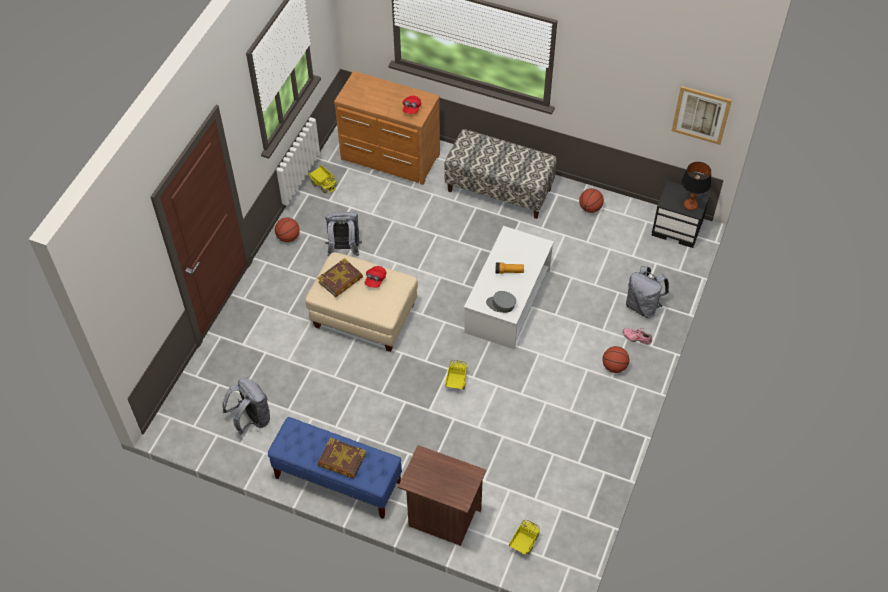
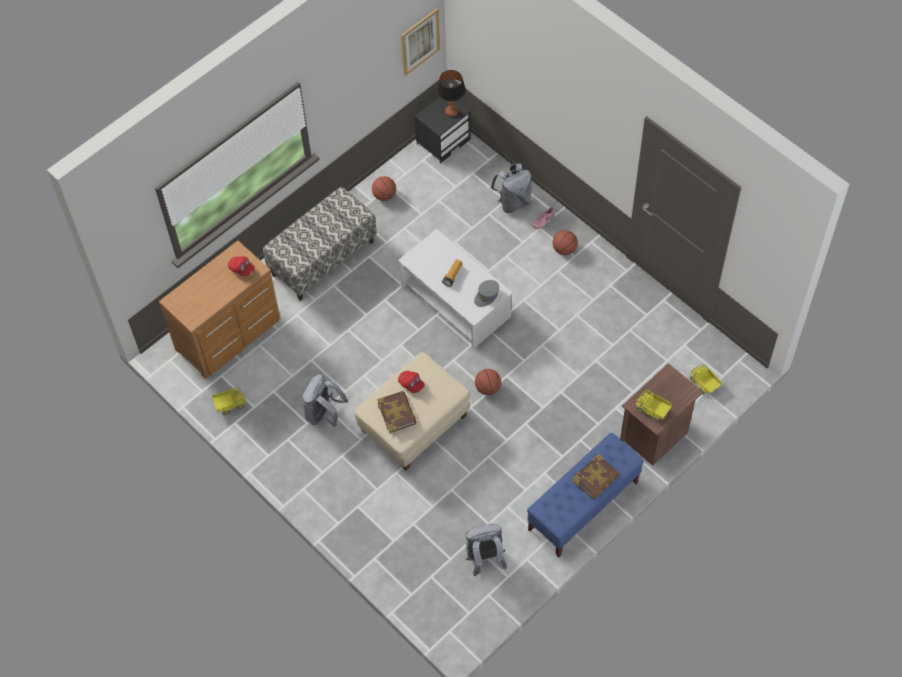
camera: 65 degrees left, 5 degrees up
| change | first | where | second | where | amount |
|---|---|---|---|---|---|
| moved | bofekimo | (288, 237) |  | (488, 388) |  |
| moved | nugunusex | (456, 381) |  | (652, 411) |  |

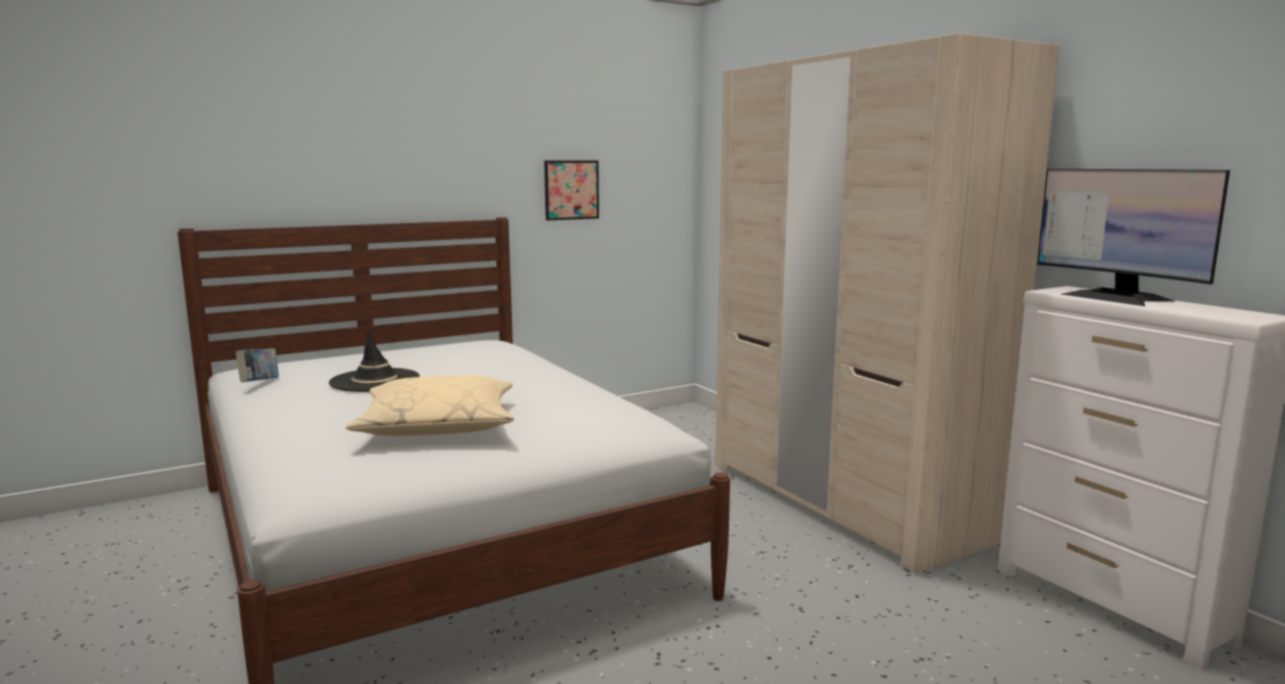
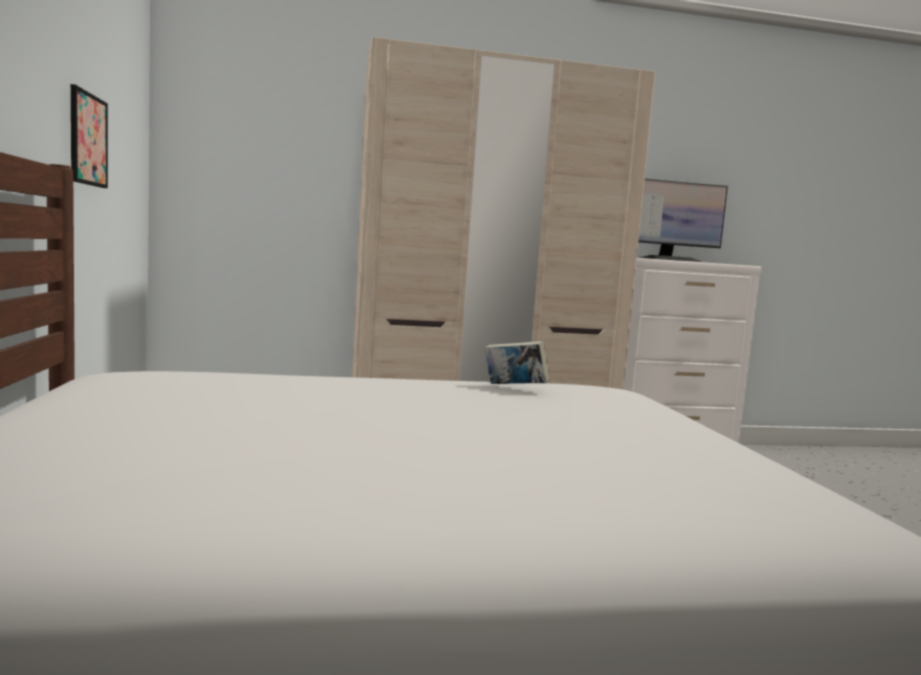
camera: 70 degrees left, 5 degrees down
| change | first | where | second | where | amount |
|---|---|---|---|---|---|
| removed | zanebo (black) | (375, 381) |  |  |  |
| removed | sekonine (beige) | (438, 425) |  |  |  |
| moved | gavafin | (259, 383) |  | (514, 388) |  |

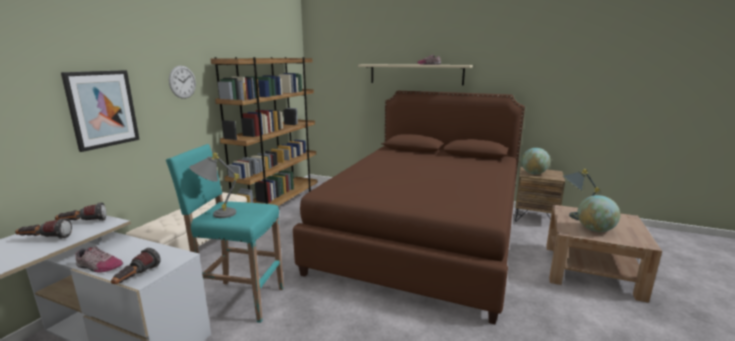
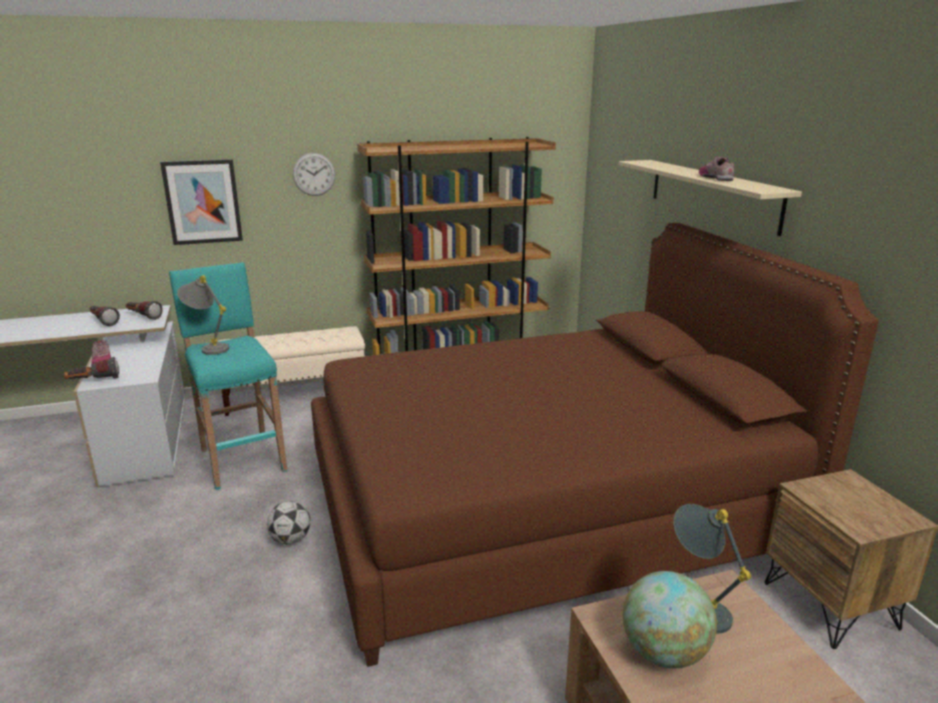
camera: 50 degrees right, 5 degrees up
| change | first | where | second | where | amount |
|---|---|---|---|---|---|
| removed | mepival | (533, 173) |  |  |  |
| added |  |  | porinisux | (291, 539) |  |

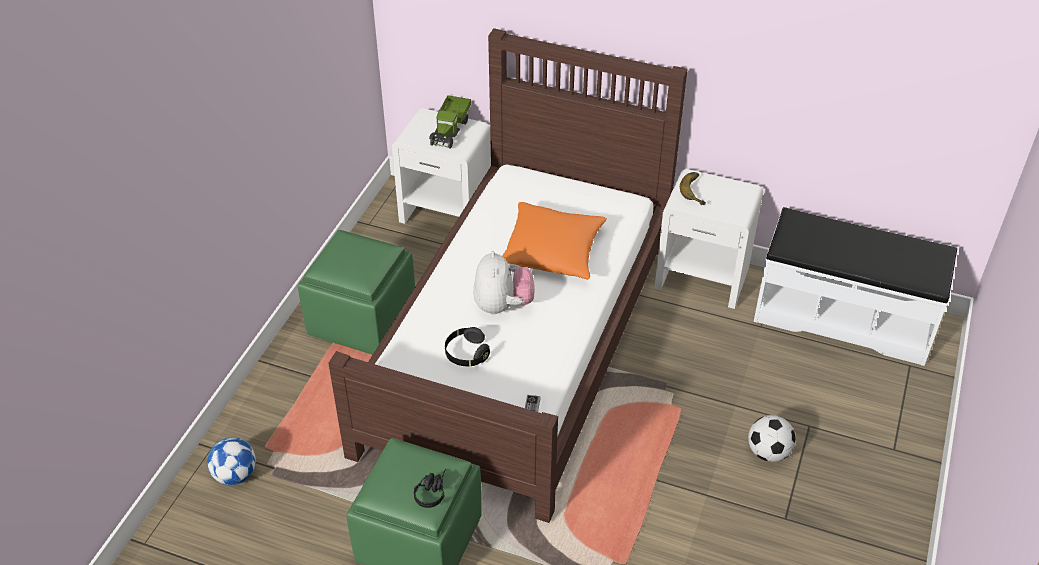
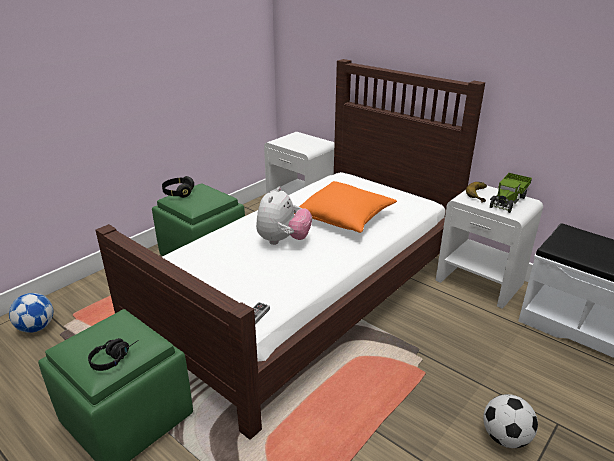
camera: 20 degrees right, 15 degrees down
| change | first | where | second | where | amount |
|---|---|---|---|---|---|
| moved | nugunusex | (450, 130) |  | (508, 200) |  |
| moved | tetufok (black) | (466, 354) |  | (178, 193) |  |

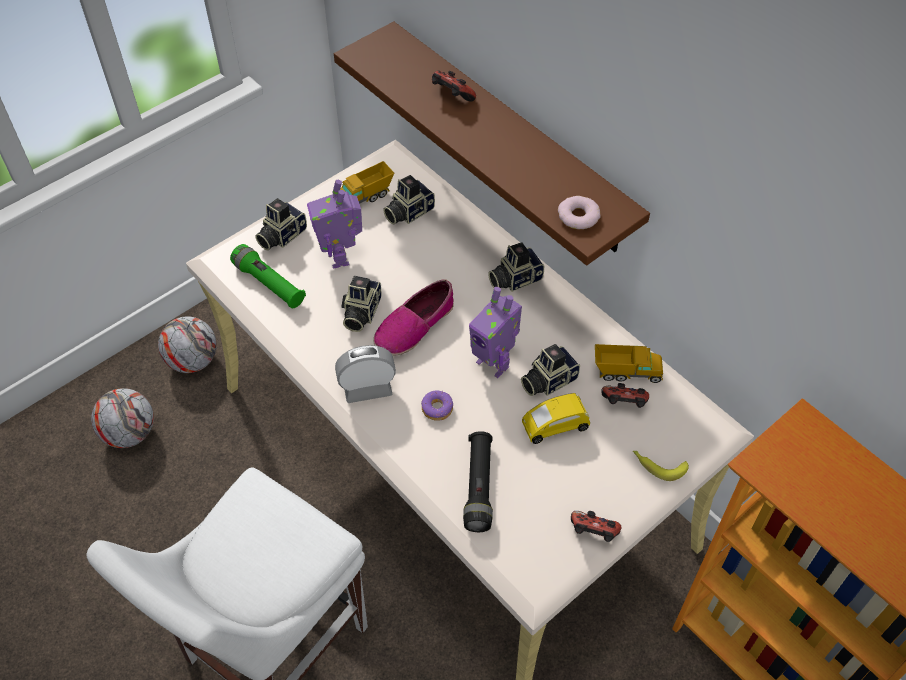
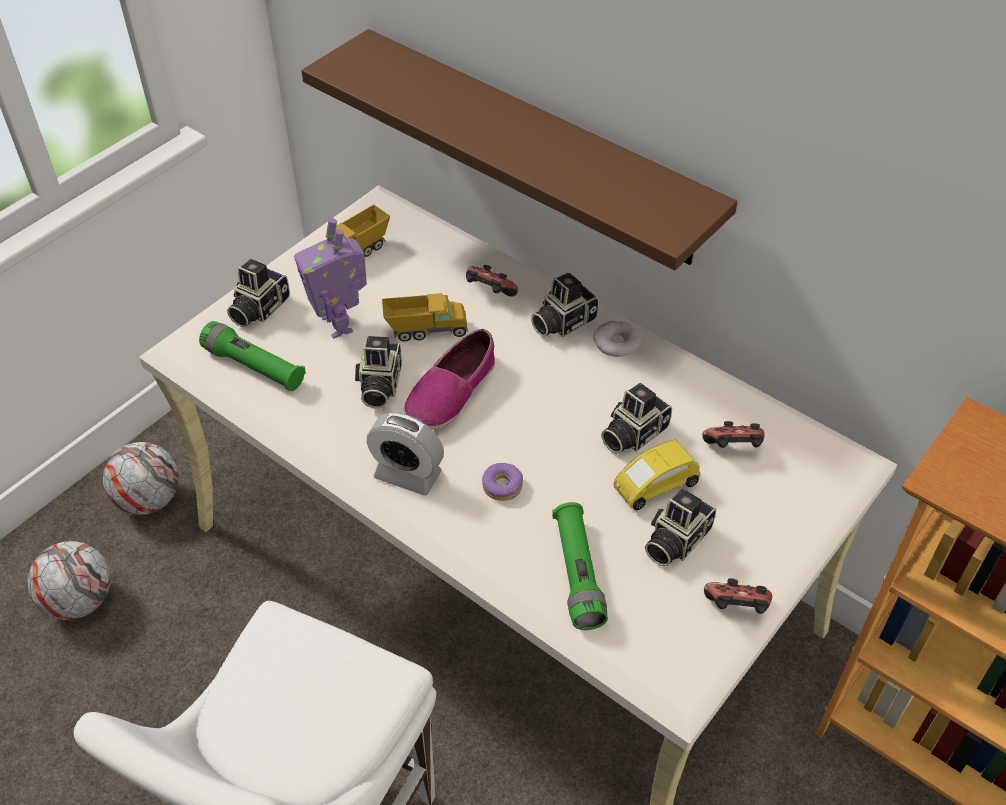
camera: 10 degrees left, 5 degrees down
| change | first | where | second | where | amount |
|---|---|---|---|---|---|
| removed | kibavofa | (494, 363) |  |  |  |
| removed | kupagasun | (658, 465) |  |  |  |
| moved | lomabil | (408, 212) |  | (674, 540) |  |
| moved | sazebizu | (451, 97) |  | (489, 293) |  |
| moved | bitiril | (578, 216) |  | (616, 343) |  |
| moved | nugunusex | (626, 373) |  | (426, 331) |  |
| recoloured | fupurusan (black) | (479, 487) | fupurusan (green) | (578, 574) |  |
| turned | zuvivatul | (367, 389) |  | (407, 475) | 135 degrees counterclockwise |

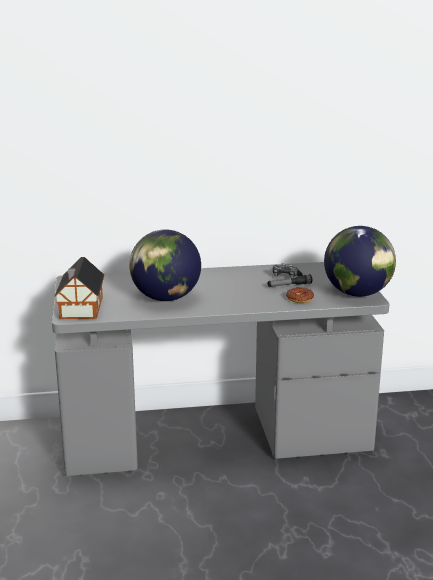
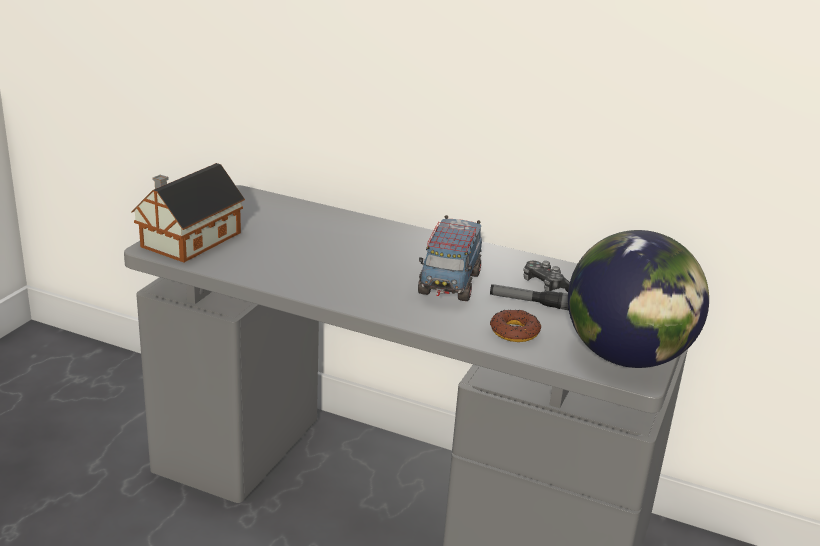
camera: 30 degrees right, 5 degrees up
| change | first | where | second | where | amount |
|---|---|---|---|---|---|
| removed | mepival | (165, 298) |  |  |  |
| added |  |  | nugunusex | (449, 284) |  |

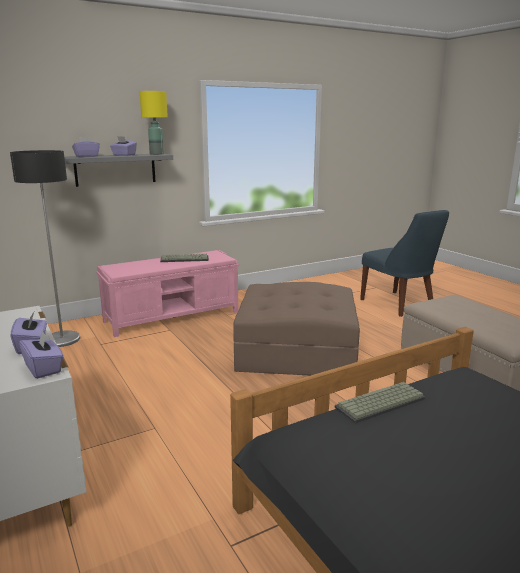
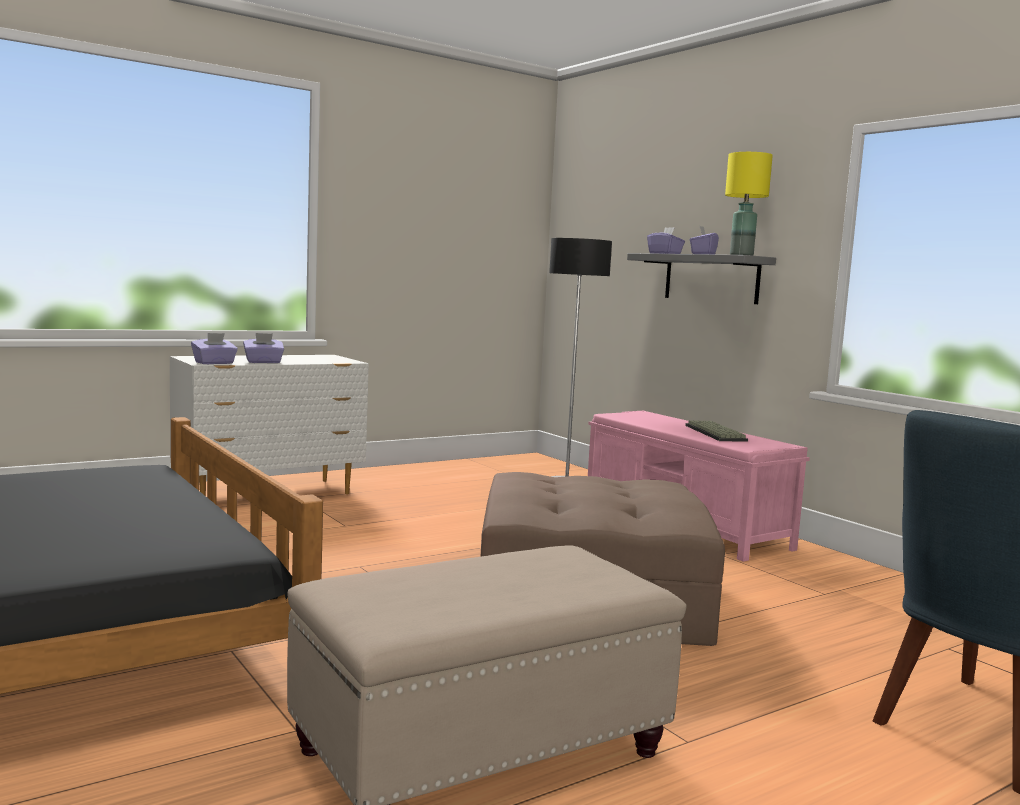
camera: 85 degrees right, 10 degrees down
| change | first | where | second | where | amount |
|---|---|---|---|---|---|
| removed | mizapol | (380, 404) |  |  |  |

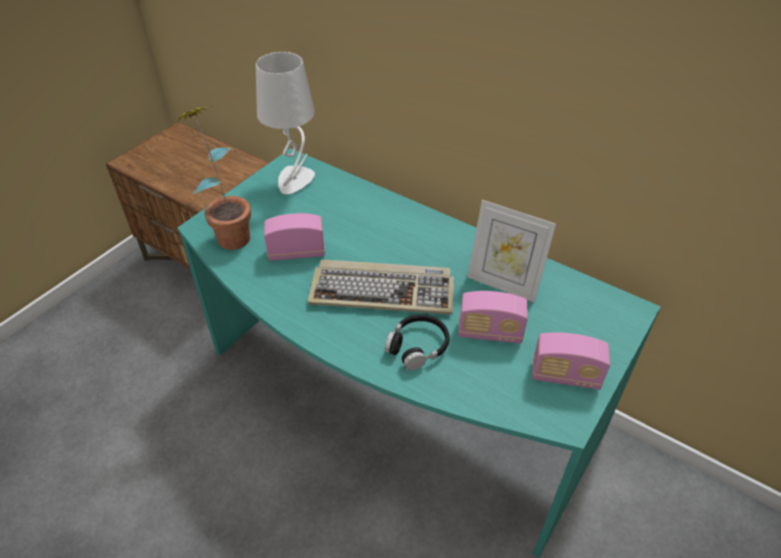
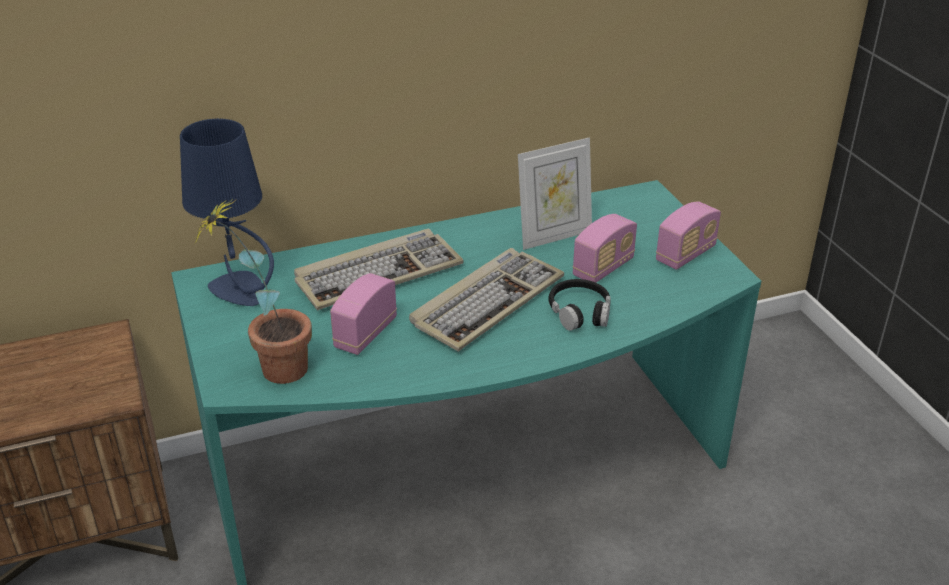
camera: 55 degrees left, 10 degrees down
| change | first | where | second | where | amount |
|---|---|---|---|---|---|
| added |  |  | mizapol | (378, 273) |  |
| recoloured | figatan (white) | (295, 181) | figatan (blue) | (240, 291) |  |

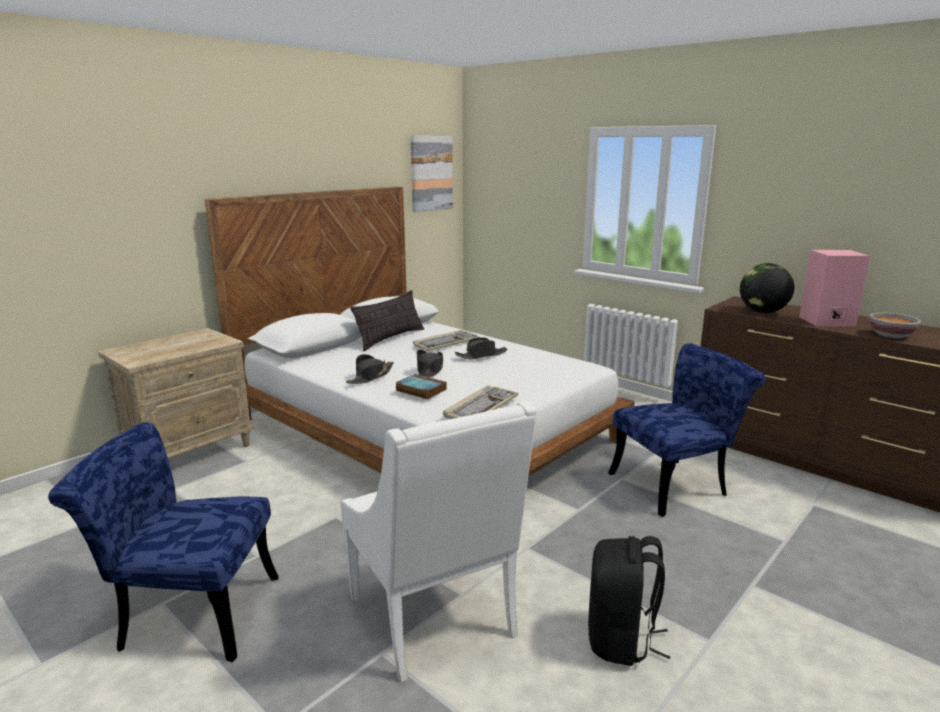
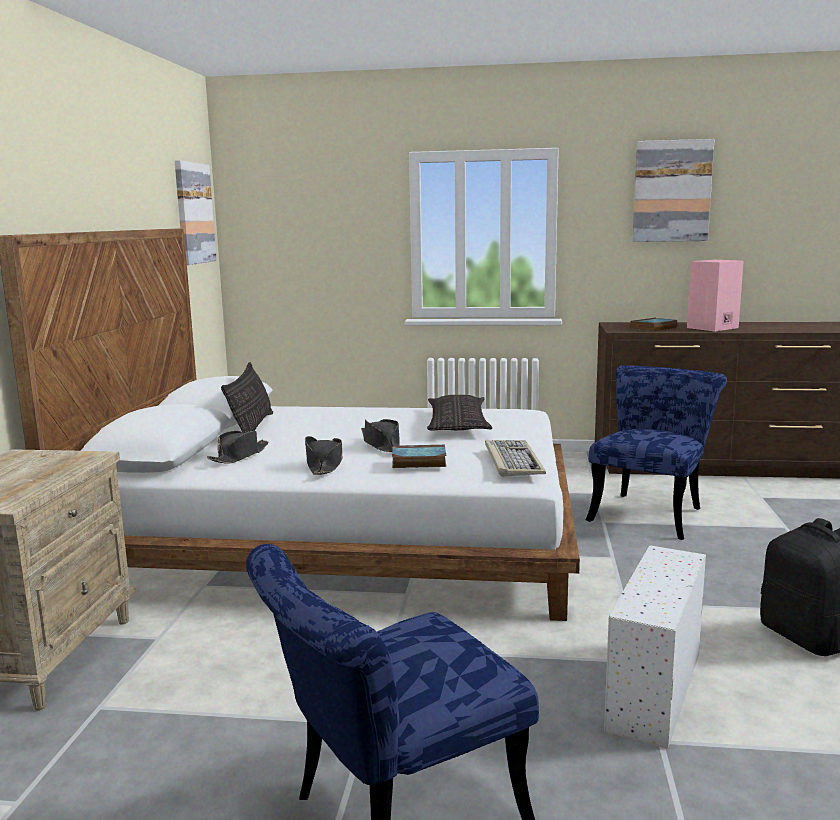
camera: 35 degrees left, 5 degrees down
| change | first | where | second | where | amount |
|---|---|---|---|---|---|
| removed | mizapol | (446, 343) |  |  |  |
| removed | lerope | (891, 335) |  |  |  |
| added |  |  | sekonine | (457, 423) |  |
| added |  |  | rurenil | (672, 191) |  |
| moved | zanebo (black) | (481, 355) |  | (239, 456) |  |
| replaced | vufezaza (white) | (436, 619) | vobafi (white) | (654, 691) |  |
| replaced | mepival | (763, 312) | gavafin | (653, 328) |  |

